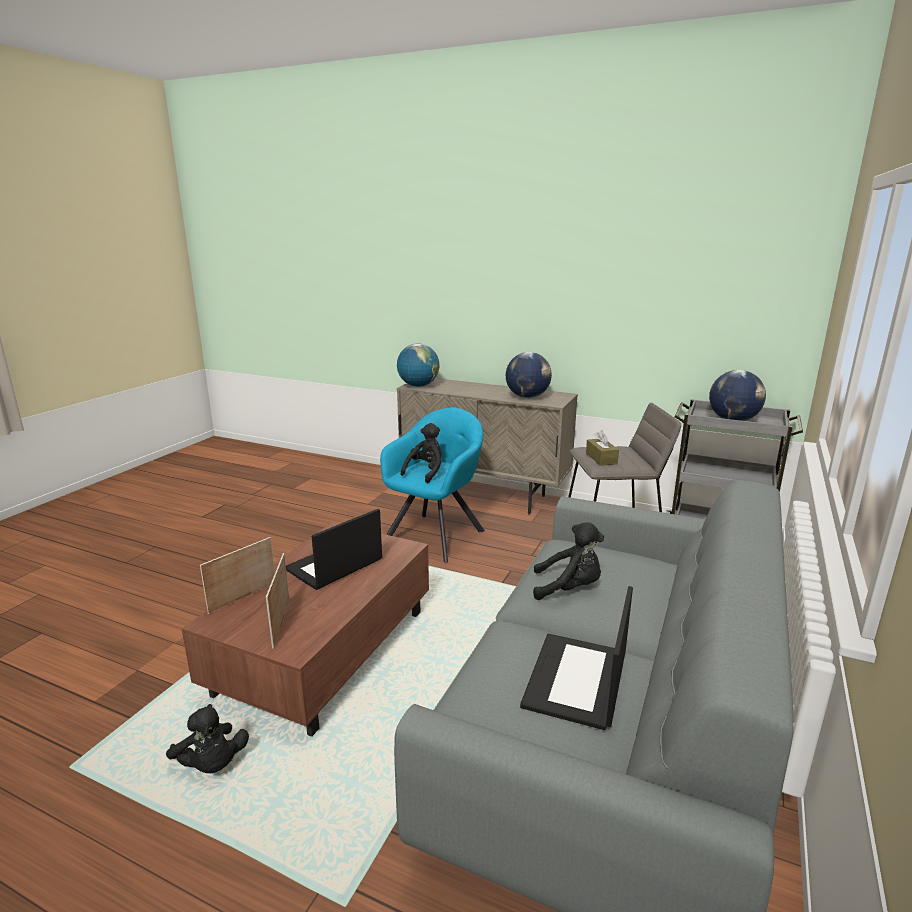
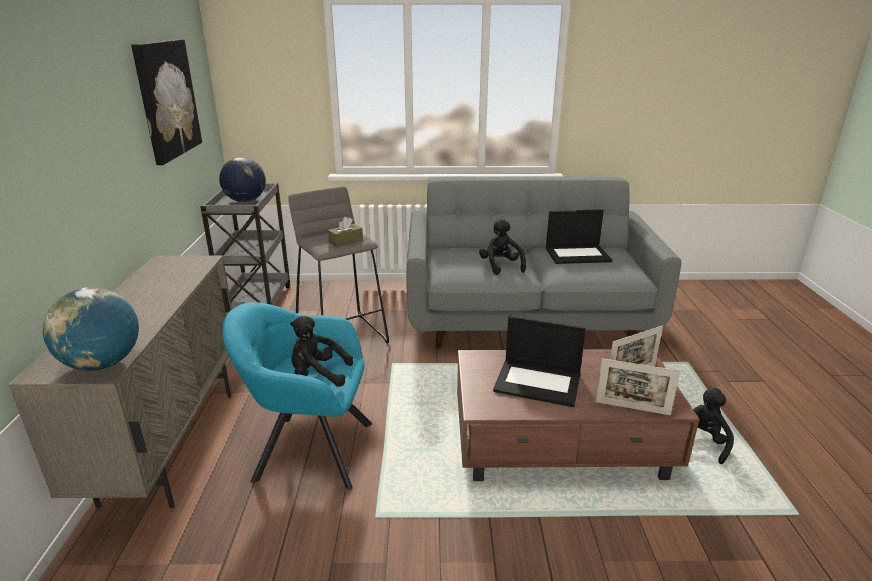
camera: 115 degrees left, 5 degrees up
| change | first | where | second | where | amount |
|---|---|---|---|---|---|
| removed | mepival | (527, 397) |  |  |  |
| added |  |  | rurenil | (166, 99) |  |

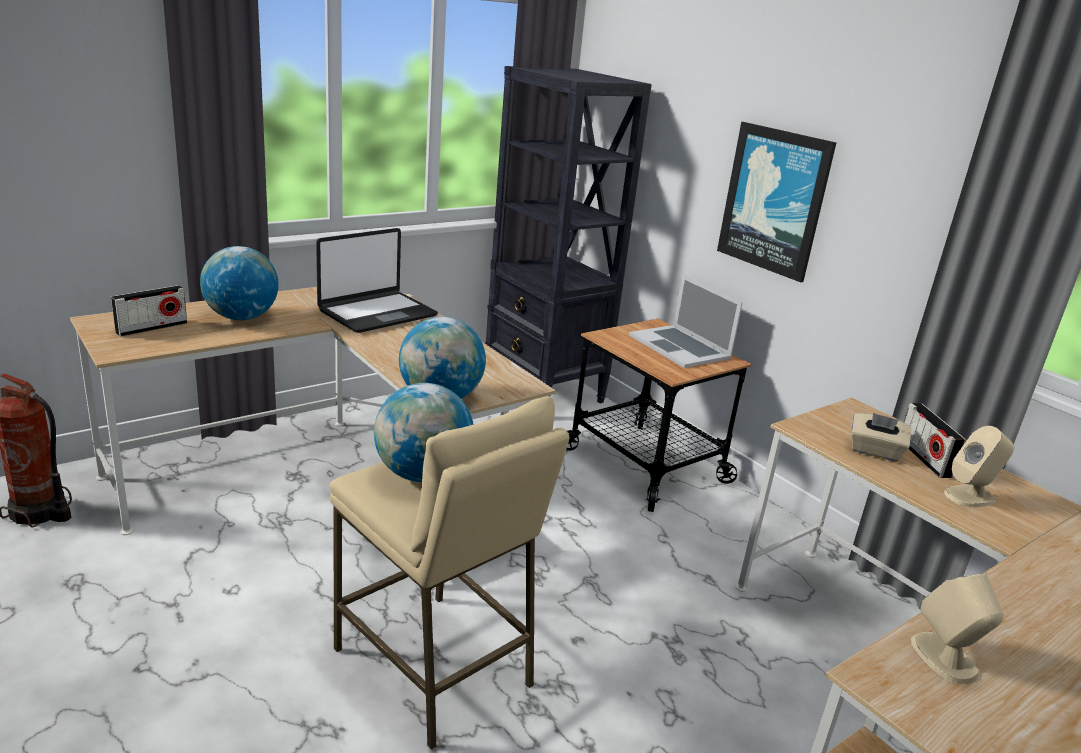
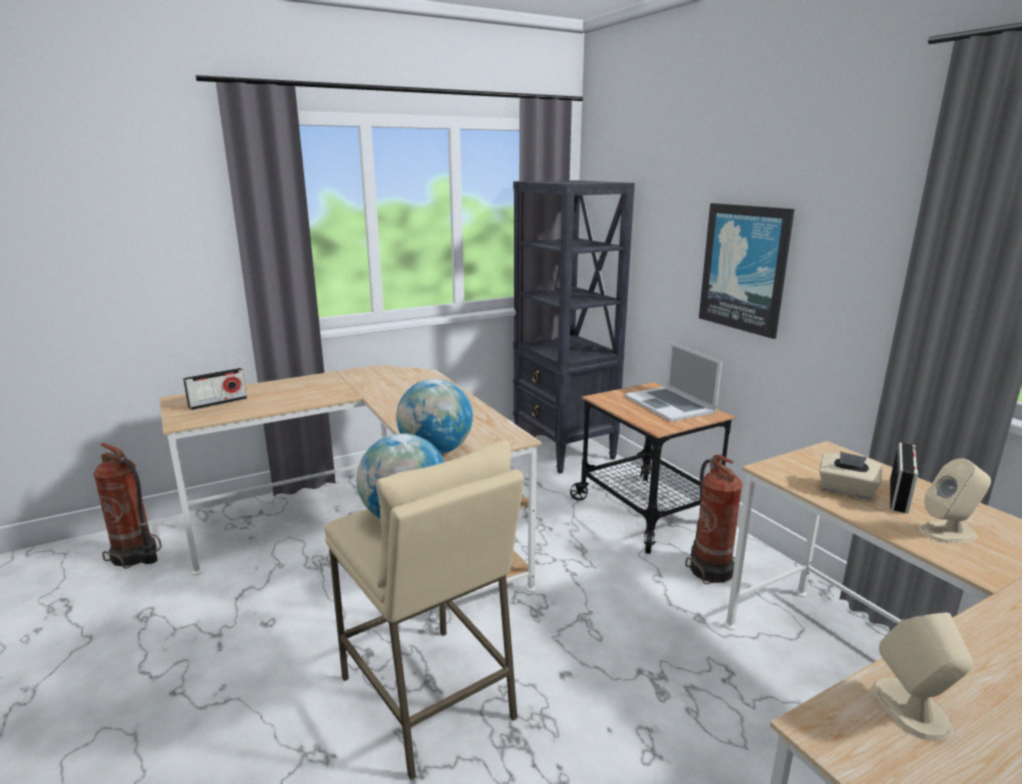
camera: 10 degrees right, 5 degrees down
| change | first | where | second | where | amount |
|---|---|---|---|---|---|
| removed | mepival | (241, 317) |  |  |  |
| removed | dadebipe | (377, 313) |  |  |  |
| added |  |  | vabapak | (710, 569) |  |
| turned | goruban | (924, 458) |  | (899, 495) | 150 degrees counterclockwise |

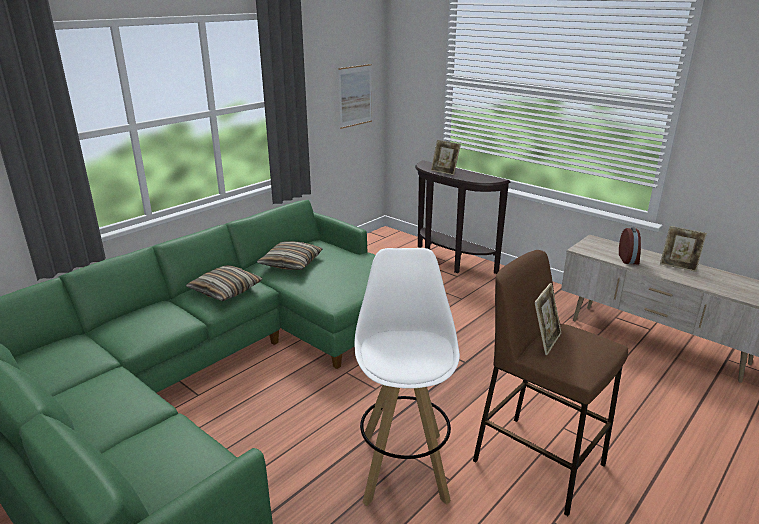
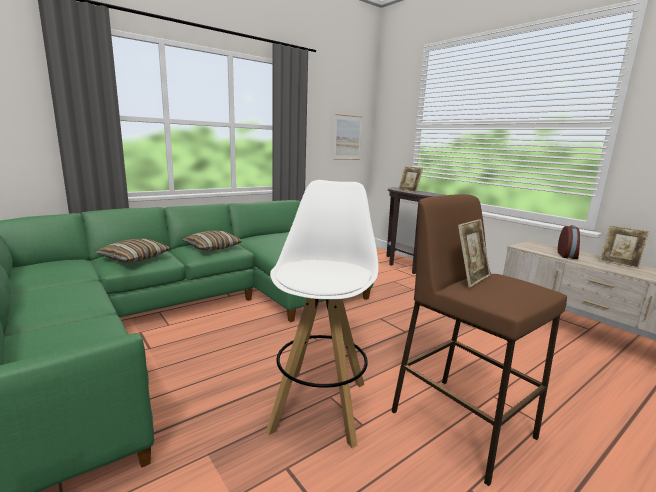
camera: 10 degrees right, 10 degrees down
| change | first | where | second | where | amount |
|---|---|---|---|---|---|
| moved | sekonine | (291, 263) |  | (134, 258) |  |

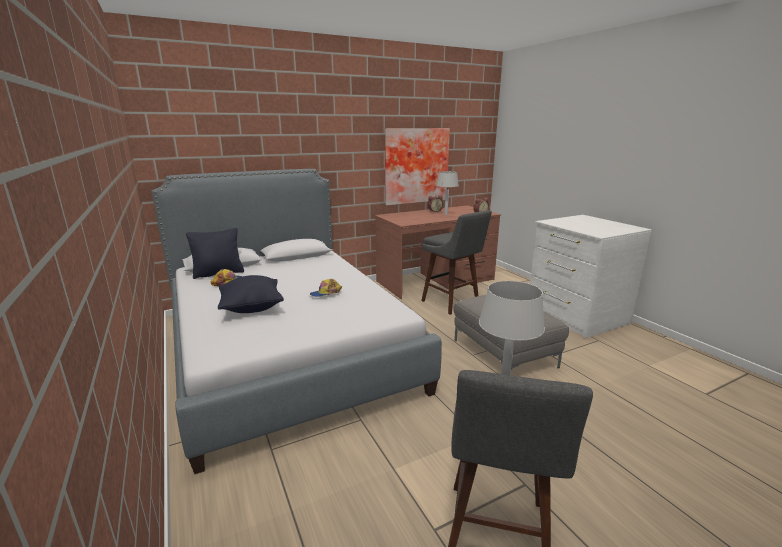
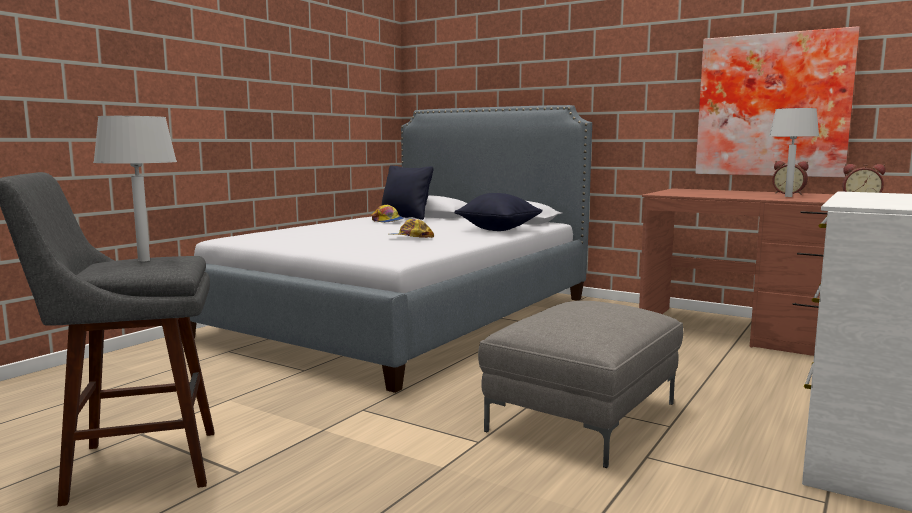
camera: 60 degrees right, 10 degrees down
| change | first | where | second | where | amount |
|---|---|---|---|---|---|
| removed | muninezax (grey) | (452, 303) |  |  |  |
| moved | sekonine (black) | (252, 308) |  | (498, 229) |  |

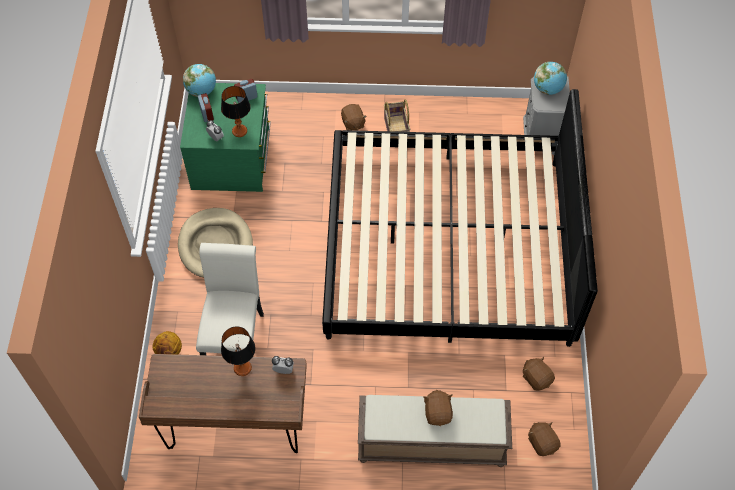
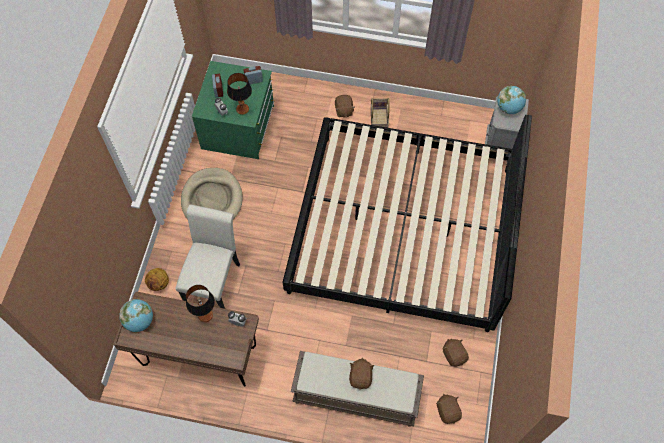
camera: 10 degrees right, 5 degrees up
| change | first | where | second | where | amount |
|---|---|---|---|---|---|
| moved | mepival | (201, 91) |  | (140, 321) |  |

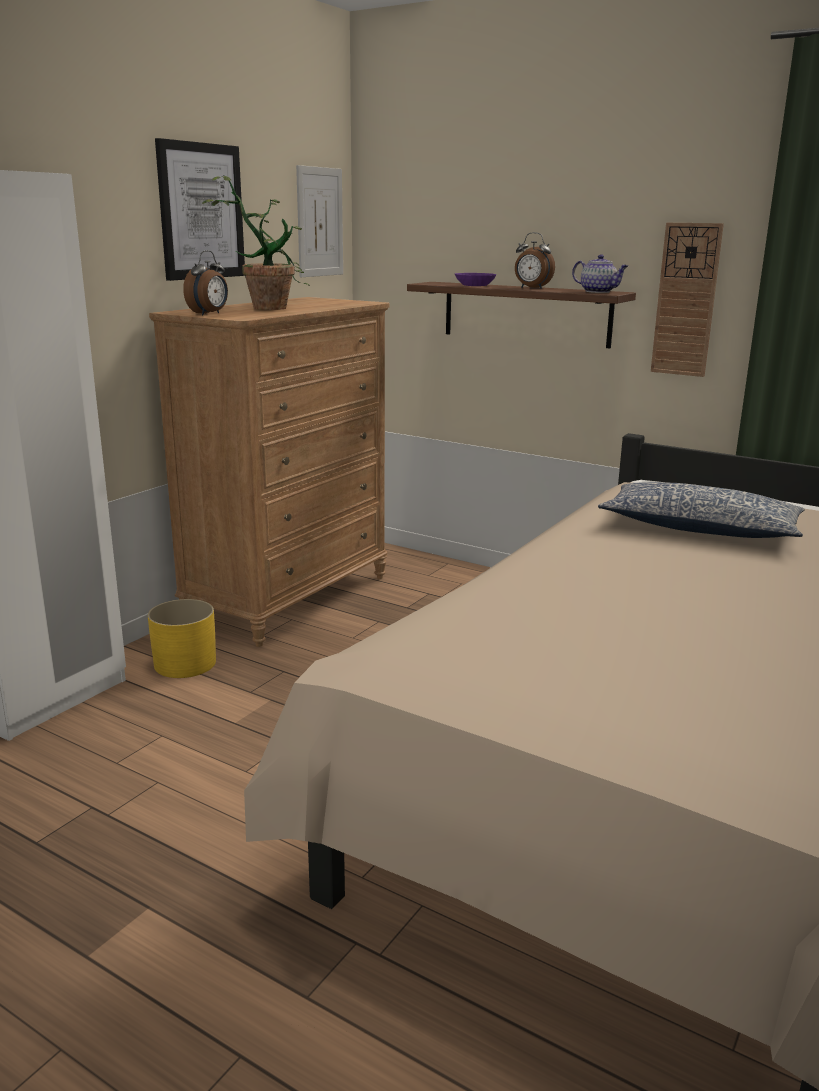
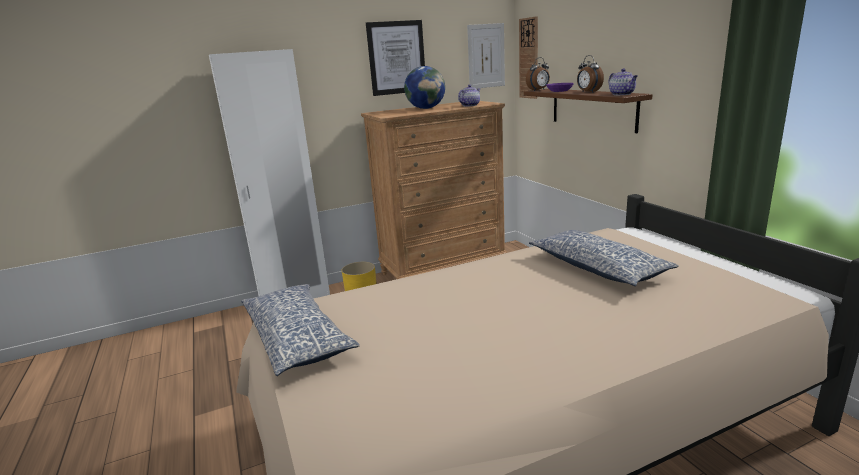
camera: 35 degrees right, 0 degrees up
| change | first | where | second | where | amount |
|---|---|---|---|---|---|
| added |  |  | sekonine | (297, 338) |  |
| added |  |  | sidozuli | (470, 105) |  |
| moved | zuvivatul | (209, 314) |  | (538, 90) |  |
| moved | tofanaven | (686, 300) |  | (529, 58) |  |
| replaced | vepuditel | (268, 307) | mepival | (426, 108) |  |

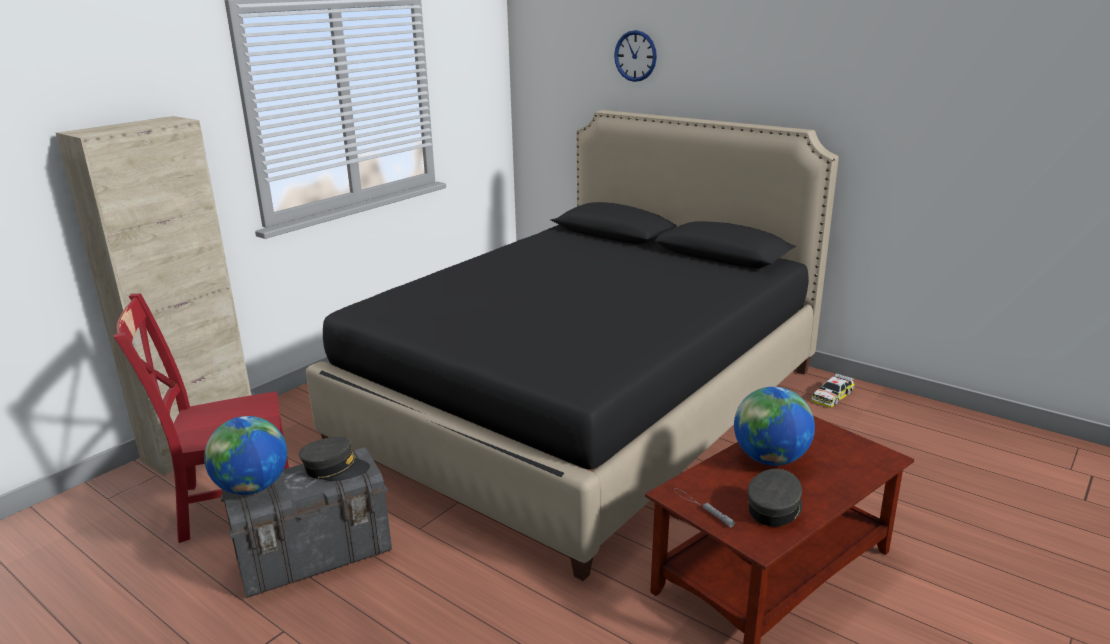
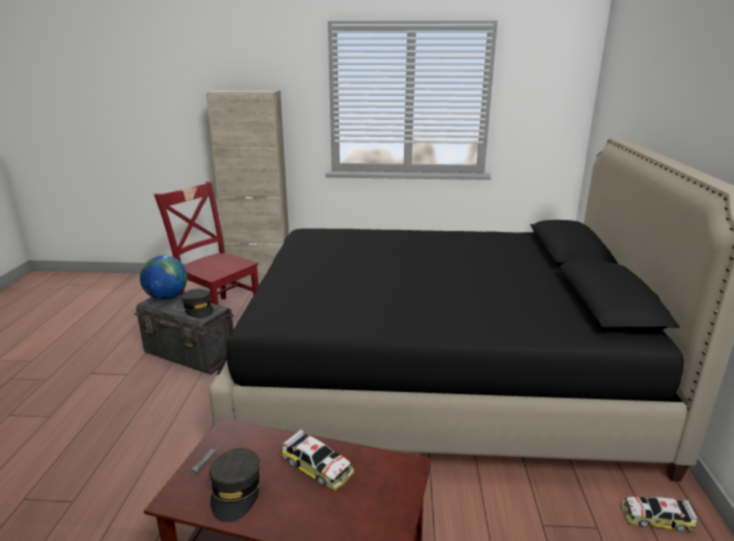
camera: 55 degrees right, 0 degrees up
| change | first | where | second | where | amount |
|---|---|---|---|---|---|
| removed | tofanaven | (635, 56) |  |  |  |
| replaced | mepival | (770, 459) | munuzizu | (317, 466) |  |
| turned | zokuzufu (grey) | (774, 508) |  | (236, 491) | 90 degrees clockwise |

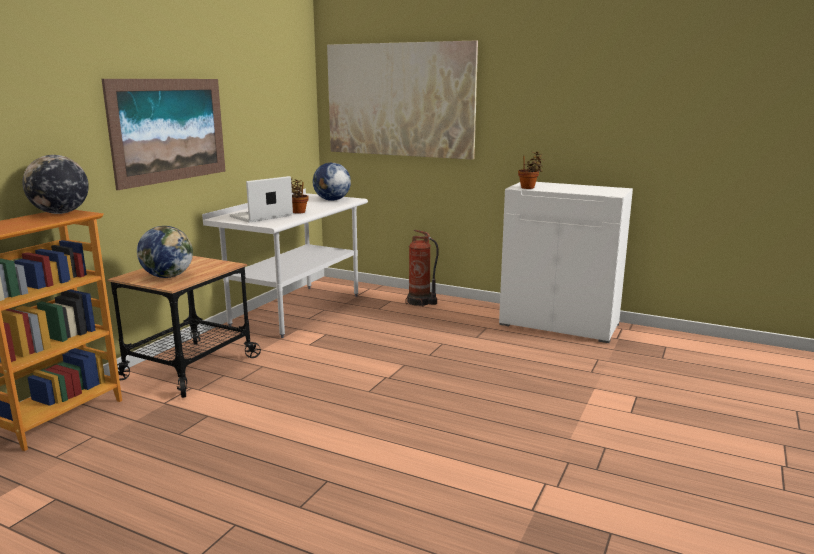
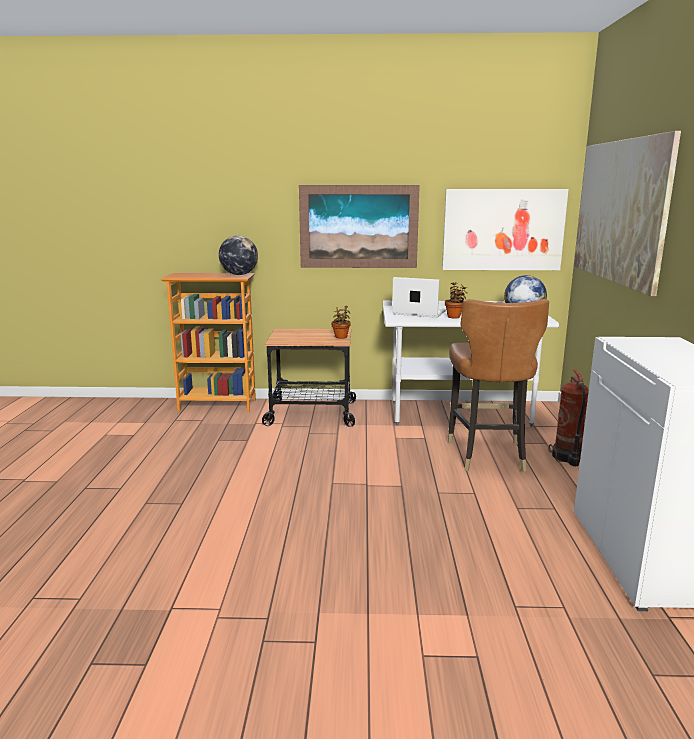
camera: 65 degrees right, 0 degrees up
| change | first | where | second | where | amount |
|---|---|---|---|---|---|
| removed | mepival | (168, 276) |  |  |  |
| added |  |  | rurenil | (503, 229) |  |
| added |  |  | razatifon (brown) | (487, 455) |  |
| moved | vepuditel | (529, 188) |  | (341, 337) |  |

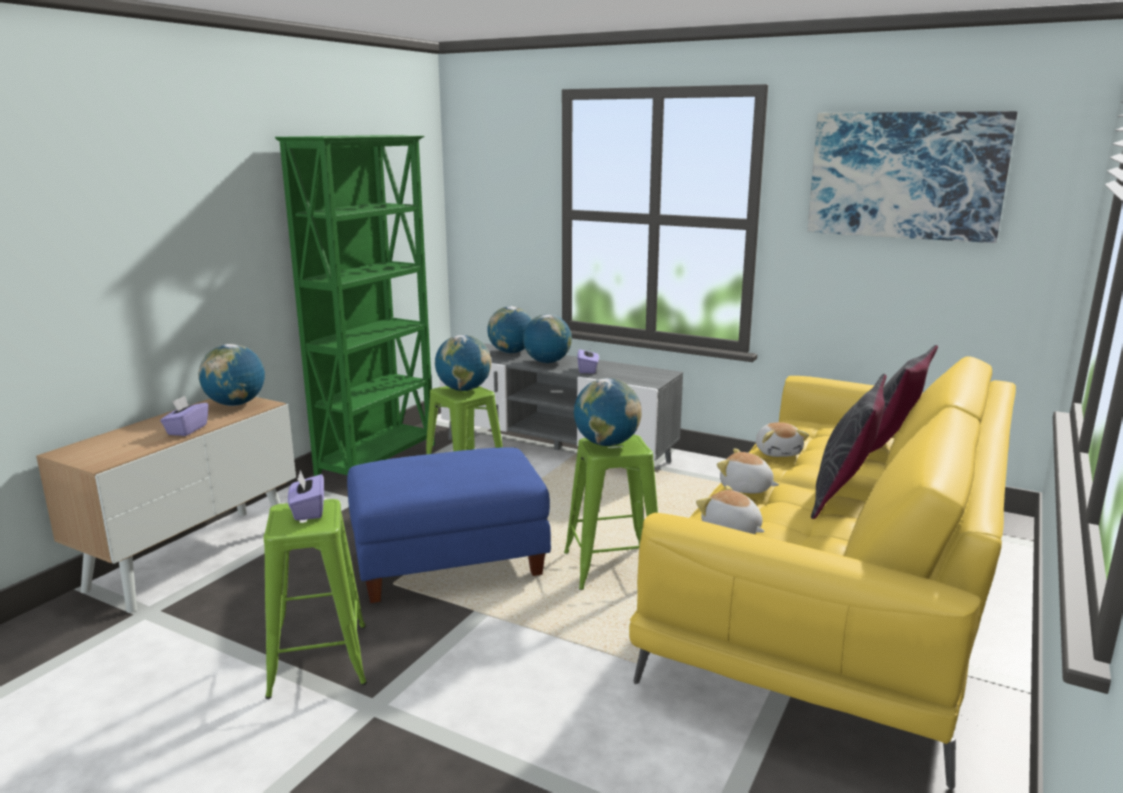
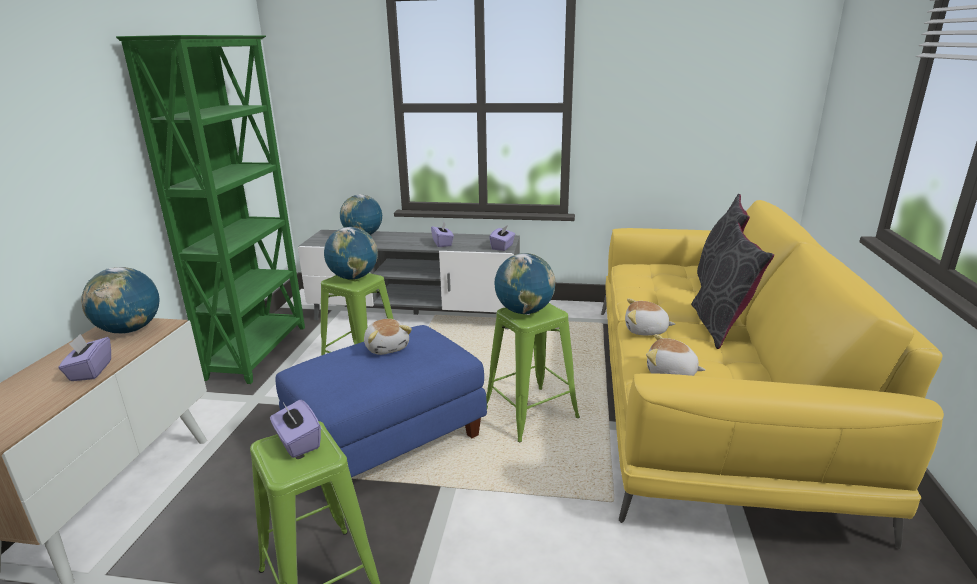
camera: 20 degrees left, 5 degrees up
| change | first | where | second | where | amount |
|---|---|---|---|---|---|
| removed | mepival | (547, 362) |  |  |  |
| removed | rurenil | (905, 175) |  |  |  |
| added |  |  | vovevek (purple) | (502, 247) |  |
| moved | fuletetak | (778, 452) |  | (387, 347) |  |

